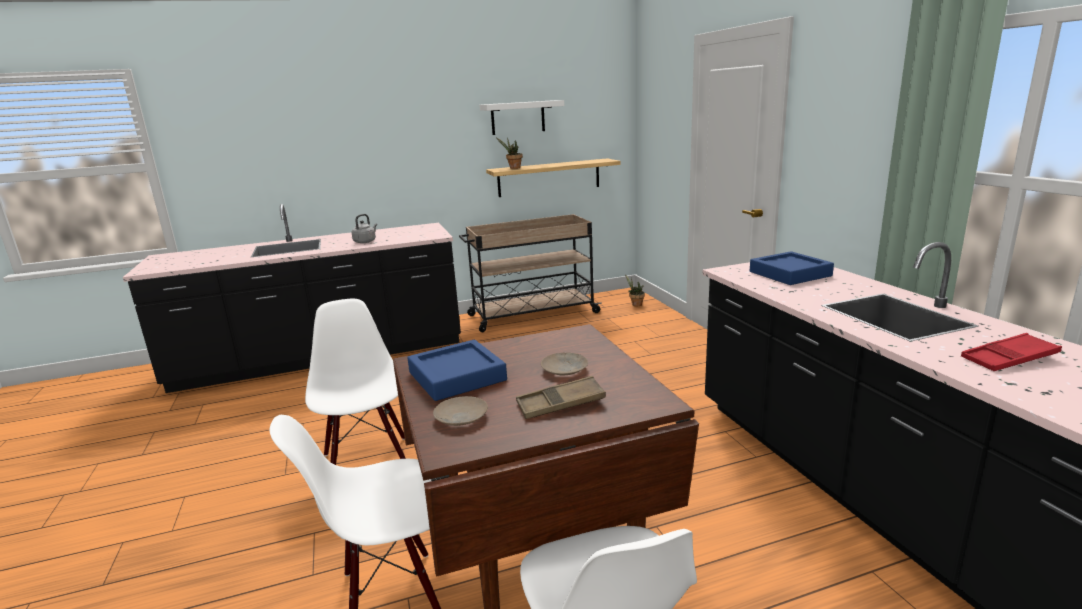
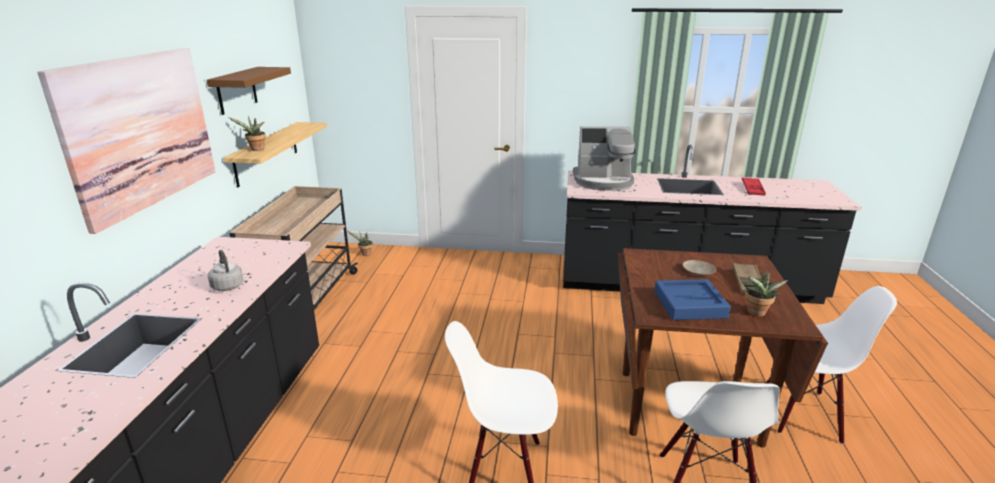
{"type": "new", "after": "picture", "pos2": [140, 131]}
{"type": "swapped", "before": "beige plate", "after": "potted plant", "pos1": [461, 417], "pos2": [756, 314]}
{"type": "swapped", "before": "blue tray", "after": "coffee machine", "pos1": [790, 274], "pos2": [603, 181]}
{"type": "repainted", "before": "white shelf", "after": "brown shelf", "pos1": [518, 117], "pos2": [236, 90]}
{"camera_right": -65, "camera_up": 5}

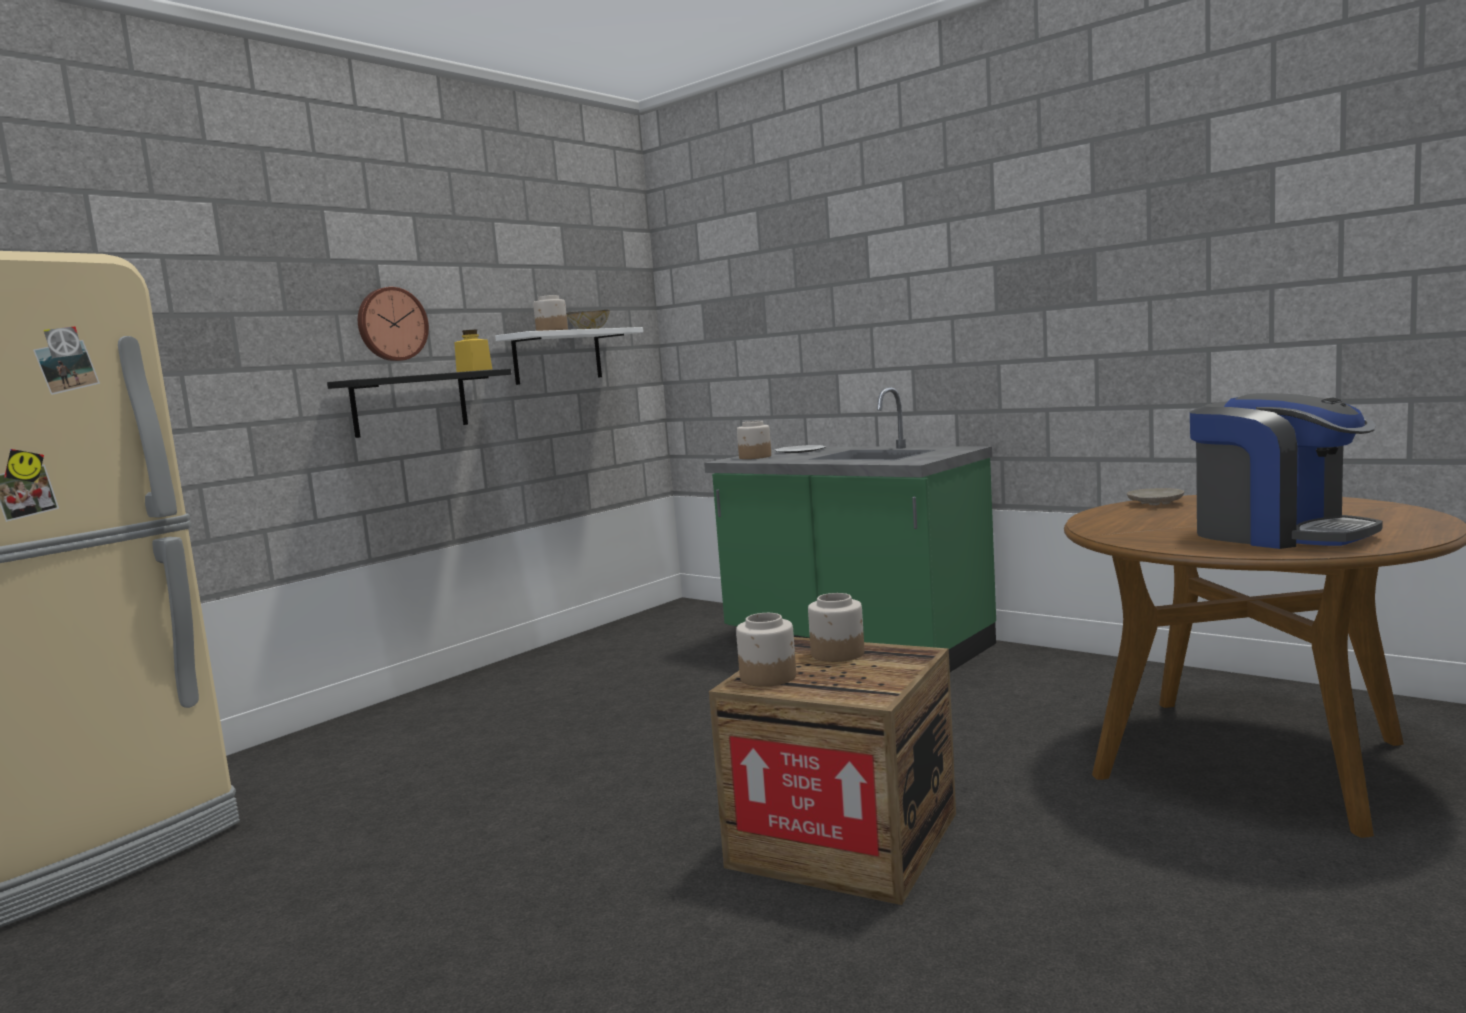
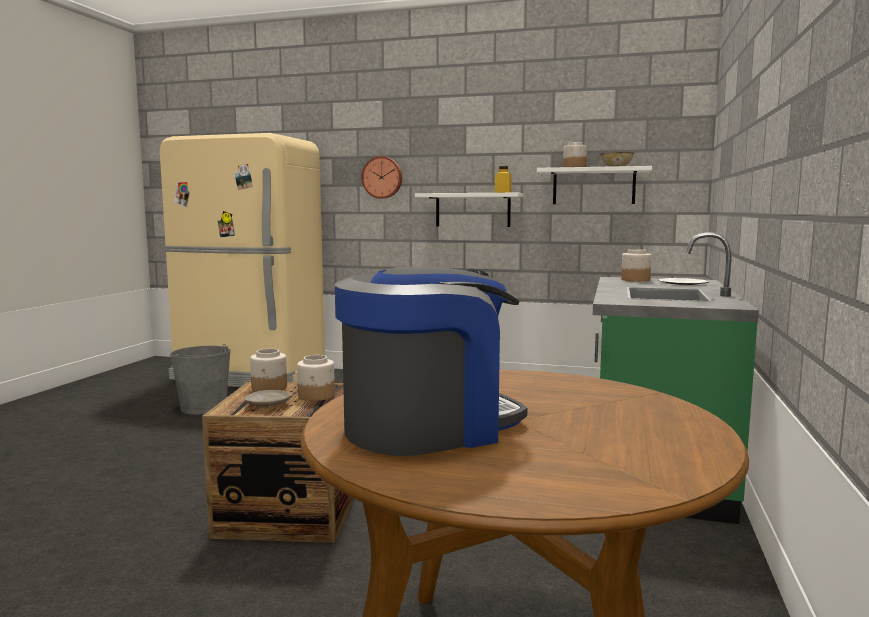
{"type": "new", "after": "grey bucket", "pos2": [204, 407]}
{"type": "shifted", "before": "wall clock", "pos1": [391, 324], "pos2": [382, 177]}
{"type": "shifted", "before": "beige plate", "pos1": [1154, 504], "pos2": [267, 405]}
{"type": "repainted", "before": "black shelf", "after": "white shelf", "pos1": [410, 403], "pos2": [472, 210]}
{"type": "rotated", "before": "coffee machine", "pos1": [1277, 534], "pos2": [428, 427], "turn": -150}
{"camera_right": 65, "camera_up": 0}

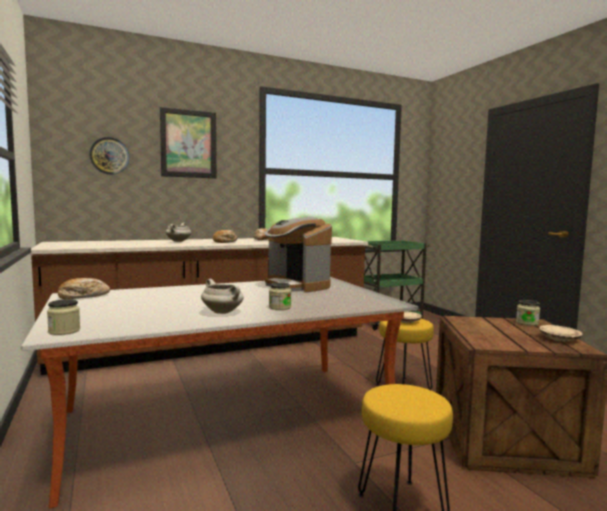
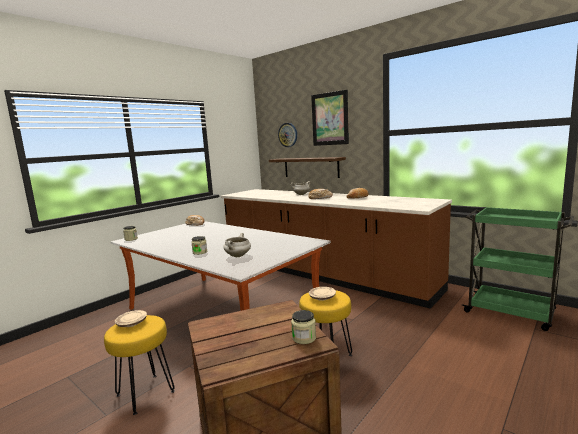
{"type": "gone", "before": "coffee machine", "pos1": [297, 286]}
{"type": "new", "after": "shelf", "pos2": [311, 167]}
{"type": "shifted", "before": "white cooking pot", "pos1": [223, 312], "pos2": [238, 256]}
{"type": "shifted", "before": "beige plate", "pos1": [559, 339], "pos2": [132, 323]}
{"camera_right": 65, "camera_up": 5}

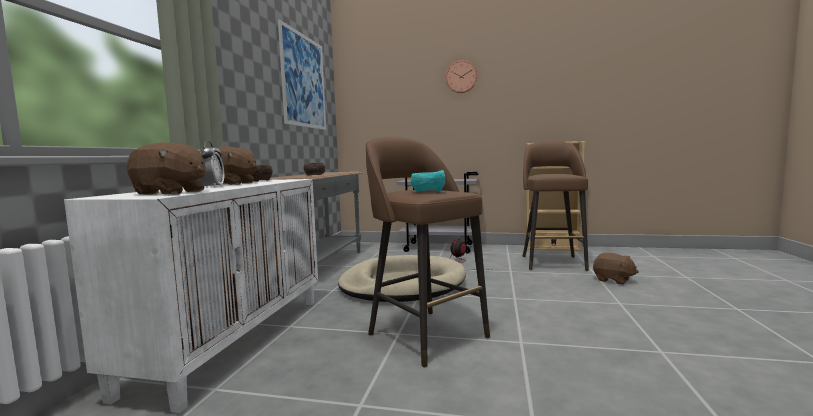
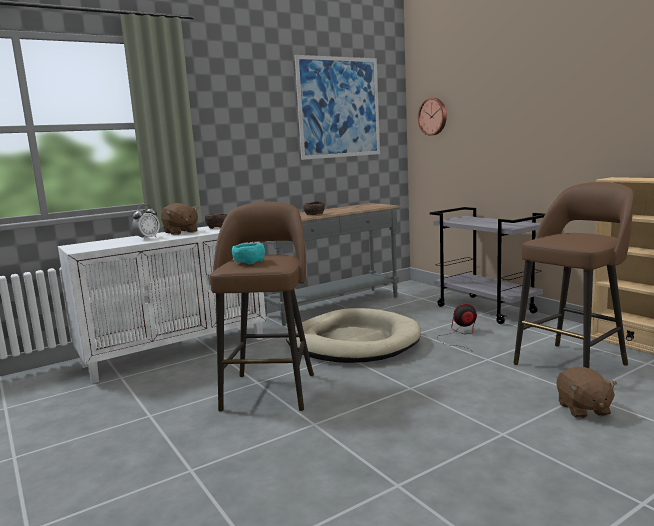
{"type": "gone", "before": "brown plush toy", "pos1": [170, 193]}
{"type": "shifted", "before": "wall clock", "pos1": [461, 77], "pos2": [433, 116]}
{"camera_right": 45, "camera_up": 5}

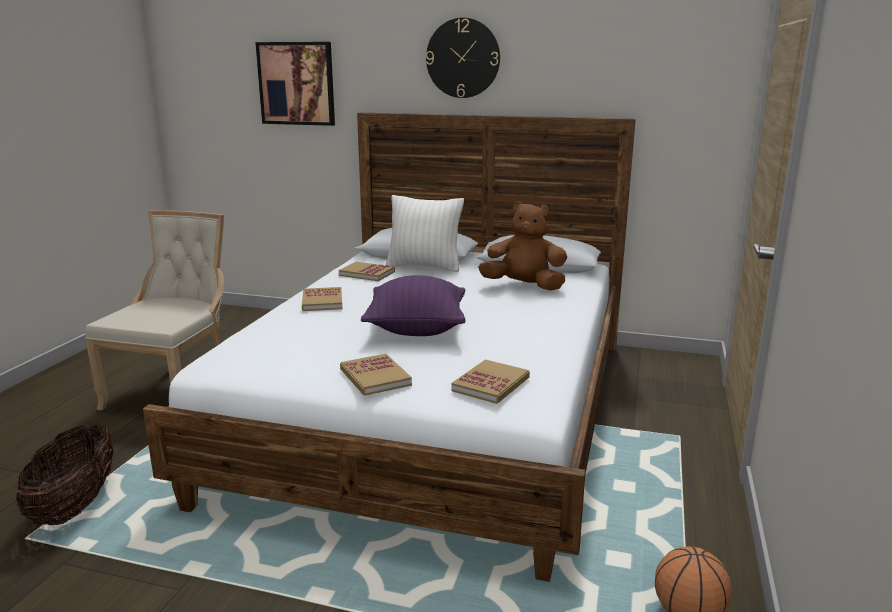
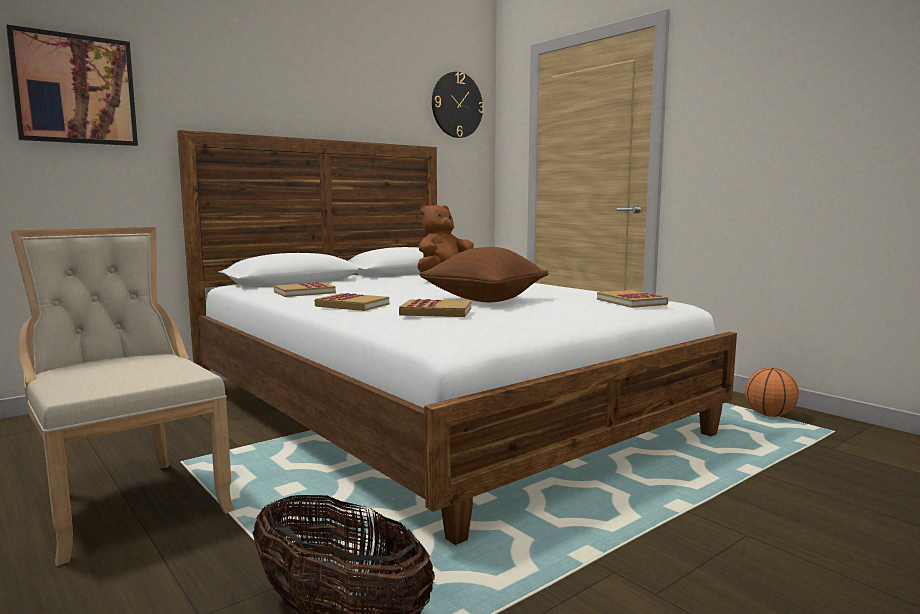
{"type": "gone", "before": "white pillow", "pos1": [424, 266]}
{"type": "shifted", "before": "book", "pos1": [375, 377], "pos2": [436, 312]}
{"type": "shifted", "before": "wall clock", "pos1": [463, 58], "pos2": [457, 105]}
{"type": "repainted", "before": "purple pillow", "after": "brown pillow", "pos1": [416, 329], "pos2": [484, 300]}
{"camera_right": -55, "camera_up": -10}

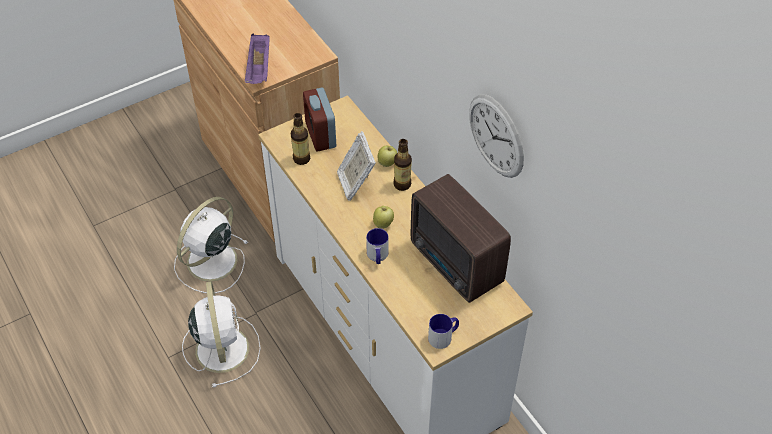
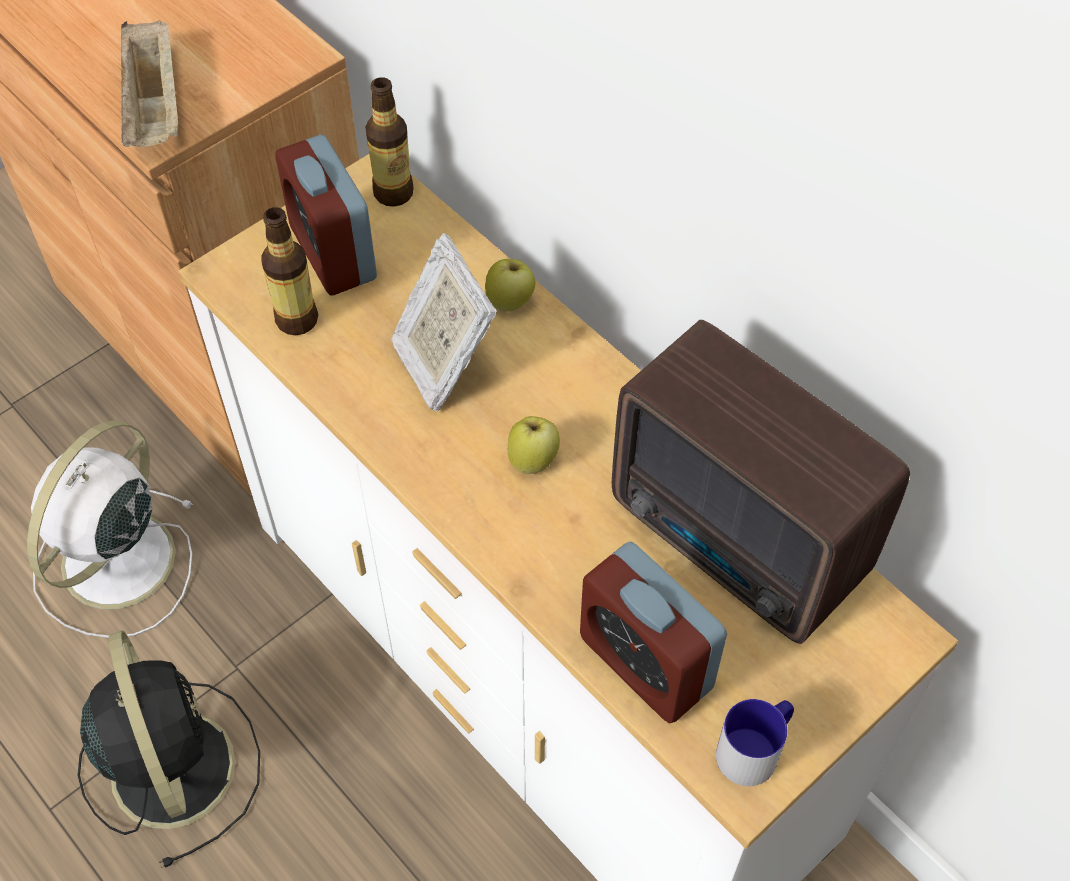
{"type": "gone", "before": "mug", "pos1": [377, 256]}
{"type": "gone", "before": "wall clock", "pos1": [496, 136]}
{"type": "new", "after": "alarm clock", "pos2": [645, 663]}
{"type": "shifted", "before": "bottle", "pos1": [402, 184], "pos2": [393, 193]}
{"type": "repainted", "before": "white fan", "after": "black fan", "pos1": [222, 347], "pos2": [171, 763]}
{"type": "repainted", "before": "purple tray", "after": "beige tray", "pos1": [259, 68], "pos2": [155, 107]}
{"camera_right": -10, "camera_up": 5}

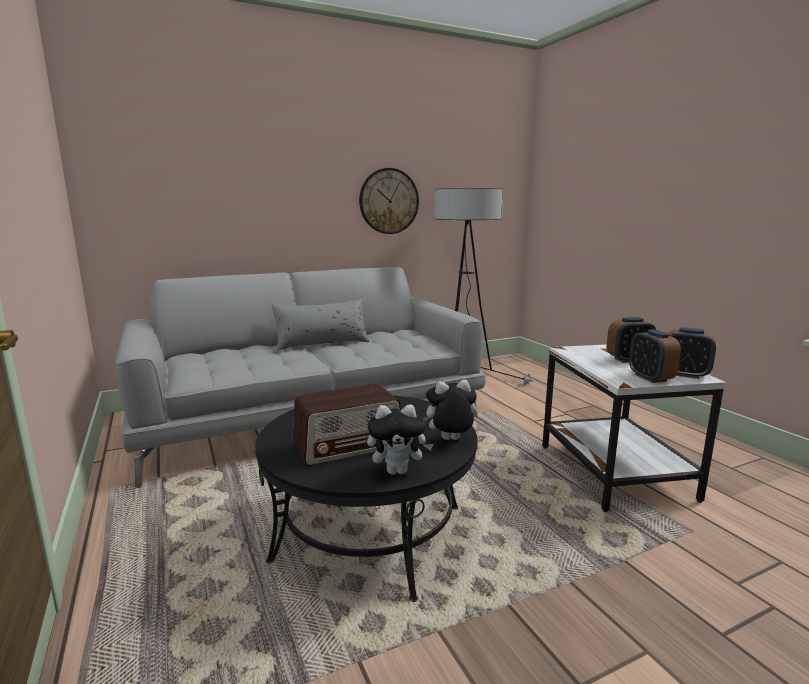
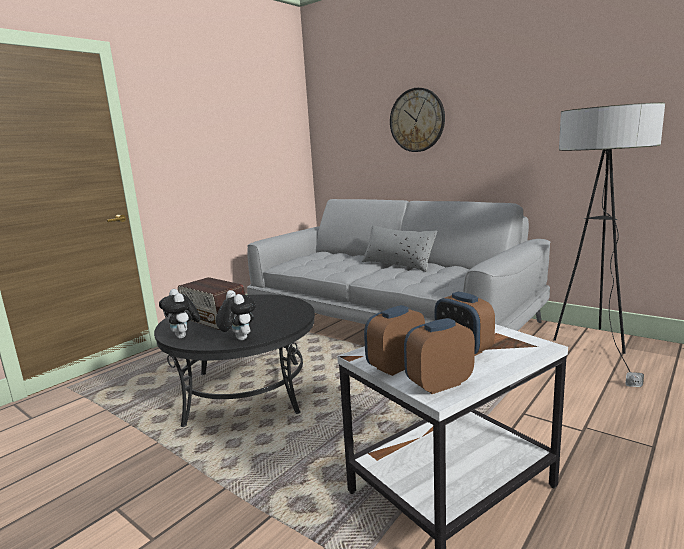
{"type": "shifted", "before": "wall clock", "pos1": [389, 201], "pos2": [417, 120]}
{"type": "rotated", "before": "alarm clock", "pos1": [685, 374], "pos2": [439, 384], "turn": 60}
{"camera_right": 65, "camera_up": 0}

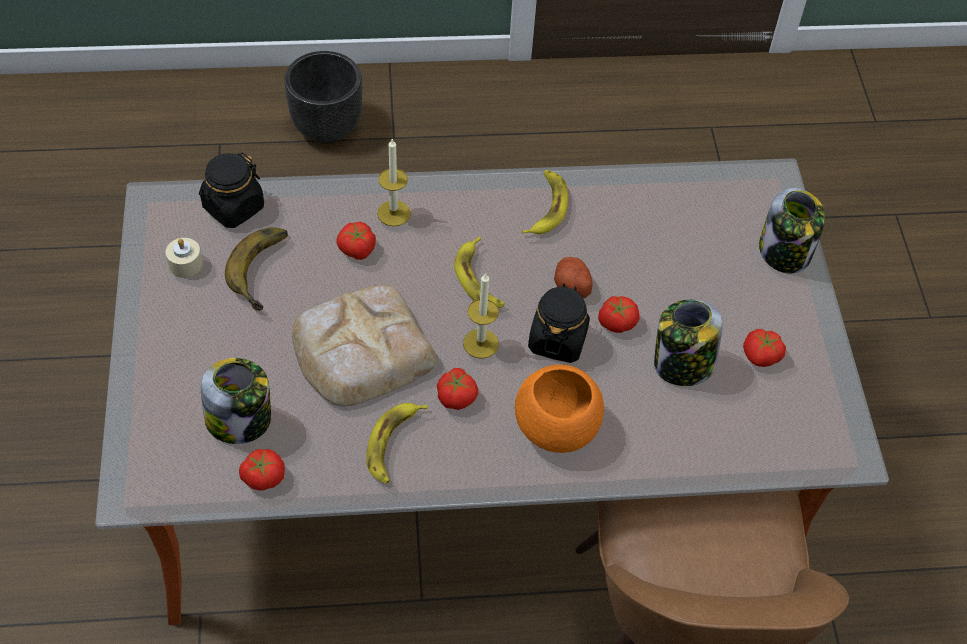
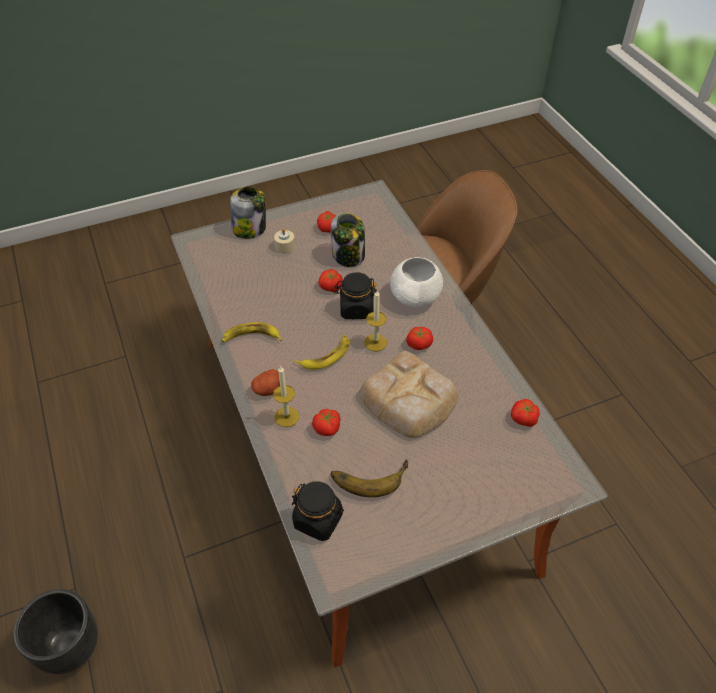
{"type": "gone", "before": "jar", "pos1": [240, 420]}
{"type": "gone", "before": "banana", "pos1": [393, 444]}
{"type": "shifted", "before": "beige candle", "pos1": [185, 264], "pos2": [285, 246]}
{"type": "shifted", "before": "potato", "pos1": [571, 285], "pos2": [267, 389]}
{"type": "repainted", "before": "orange bowl", "after": "white bowl", "pos1": [557, 427], "pos2": [416, 296]}
{"camera_right": -105, "camera_up": -5}

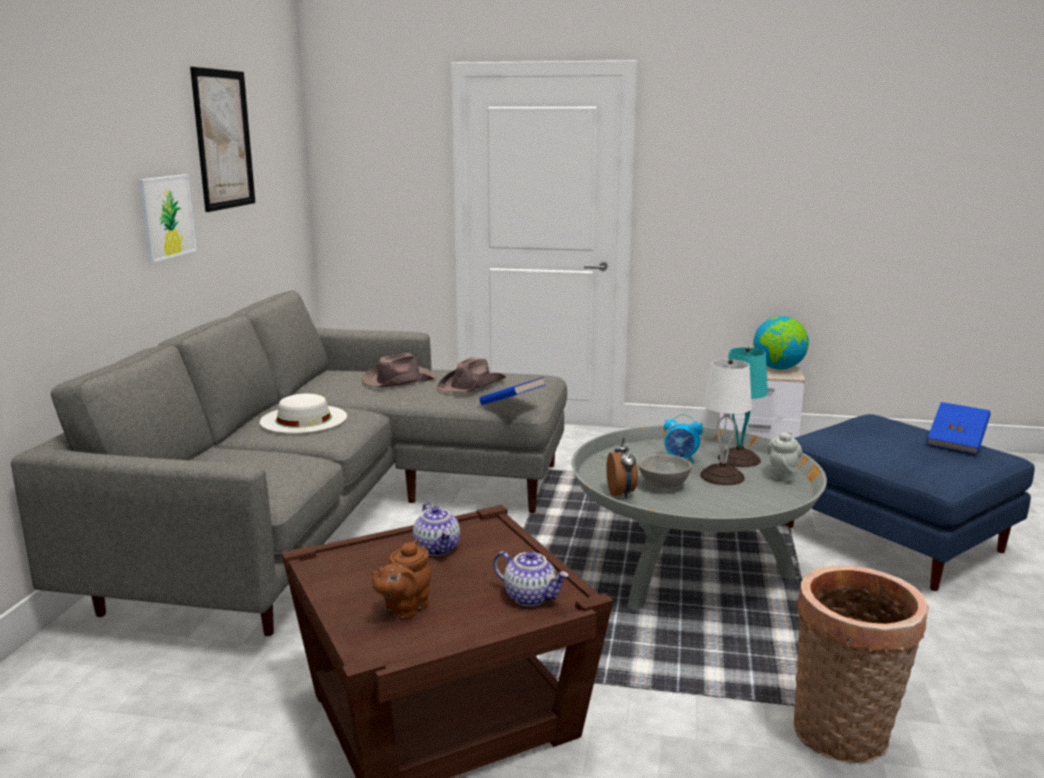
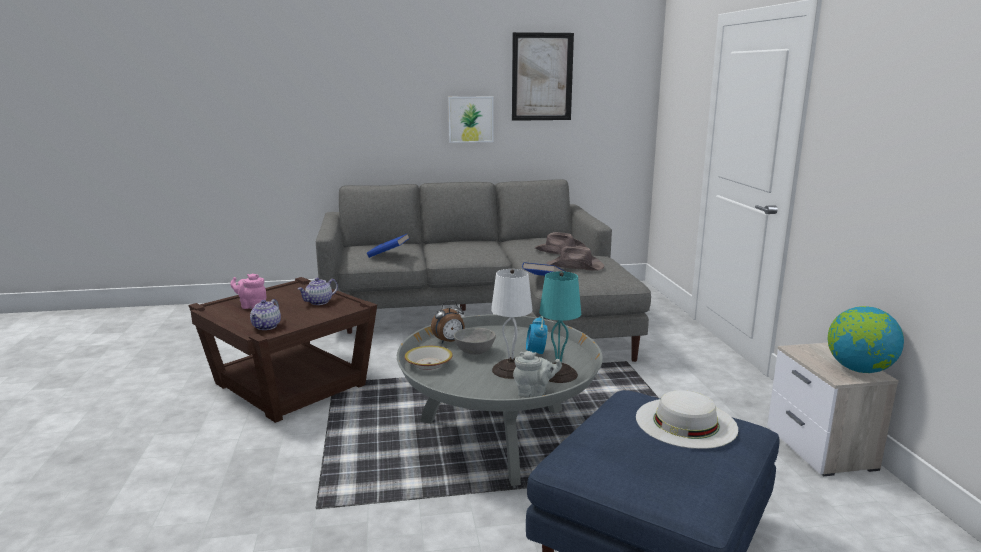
{"type": "gone", "before": "basket", "pos1": [844, 737]}
{"type": "new", "after": "bowl", "pos2": [429, 364]}
{"type": "shifted", "before": "white hat", "pos1": [304, 419], "pos2": [686, 422]}
{"type": "shifted", "before": "blue book", "pos1": [956, 442], "pos2": [388, 255]}
{"type": "repainted", "before": "brown teapot", "after": "pink teapot", "pos1": [404, 609], "pos2": [251, 306]}
{"camera_right": 70, "camera_up": 0}

